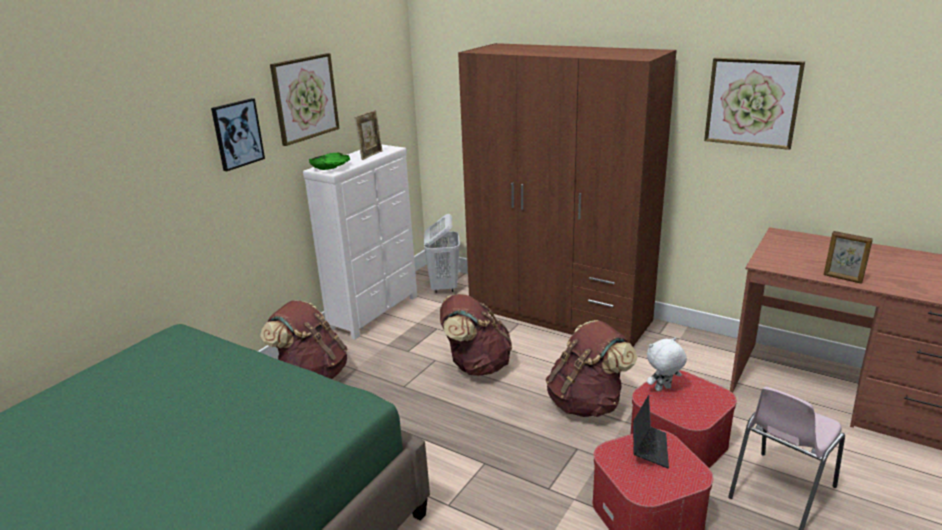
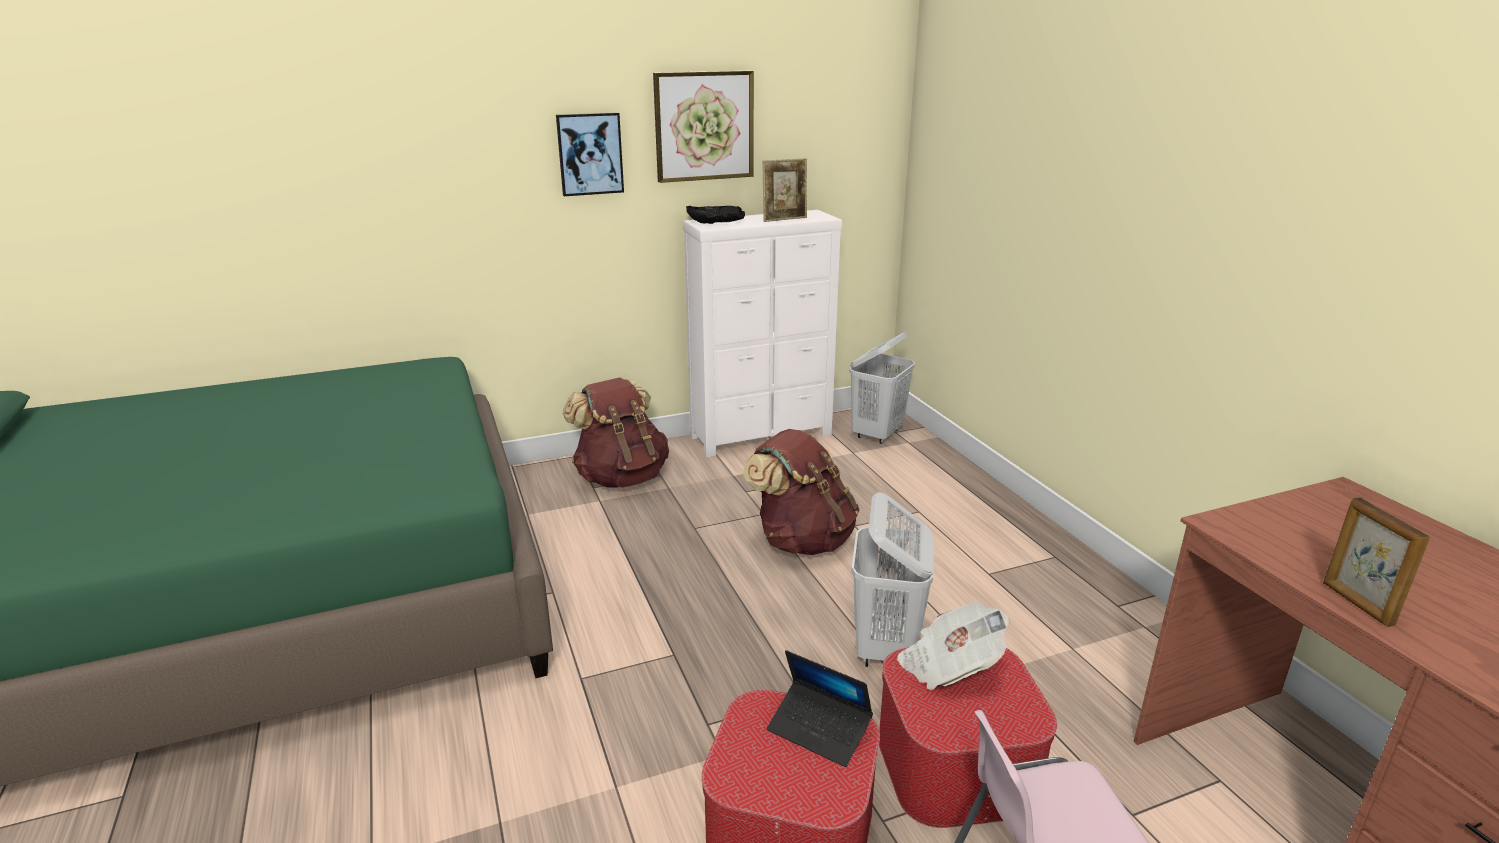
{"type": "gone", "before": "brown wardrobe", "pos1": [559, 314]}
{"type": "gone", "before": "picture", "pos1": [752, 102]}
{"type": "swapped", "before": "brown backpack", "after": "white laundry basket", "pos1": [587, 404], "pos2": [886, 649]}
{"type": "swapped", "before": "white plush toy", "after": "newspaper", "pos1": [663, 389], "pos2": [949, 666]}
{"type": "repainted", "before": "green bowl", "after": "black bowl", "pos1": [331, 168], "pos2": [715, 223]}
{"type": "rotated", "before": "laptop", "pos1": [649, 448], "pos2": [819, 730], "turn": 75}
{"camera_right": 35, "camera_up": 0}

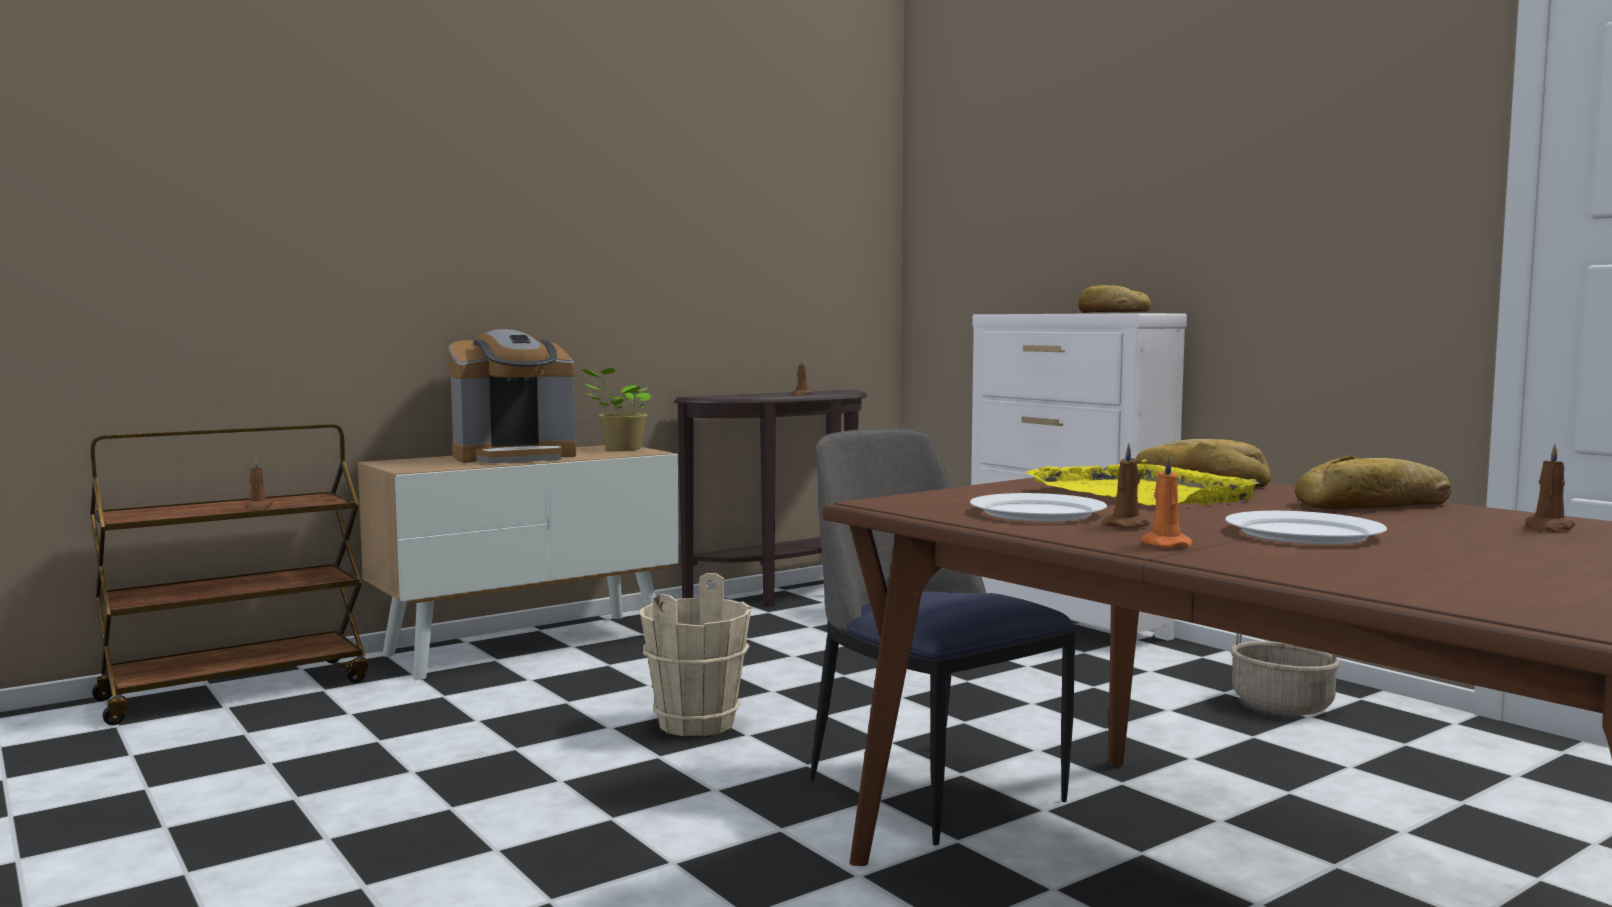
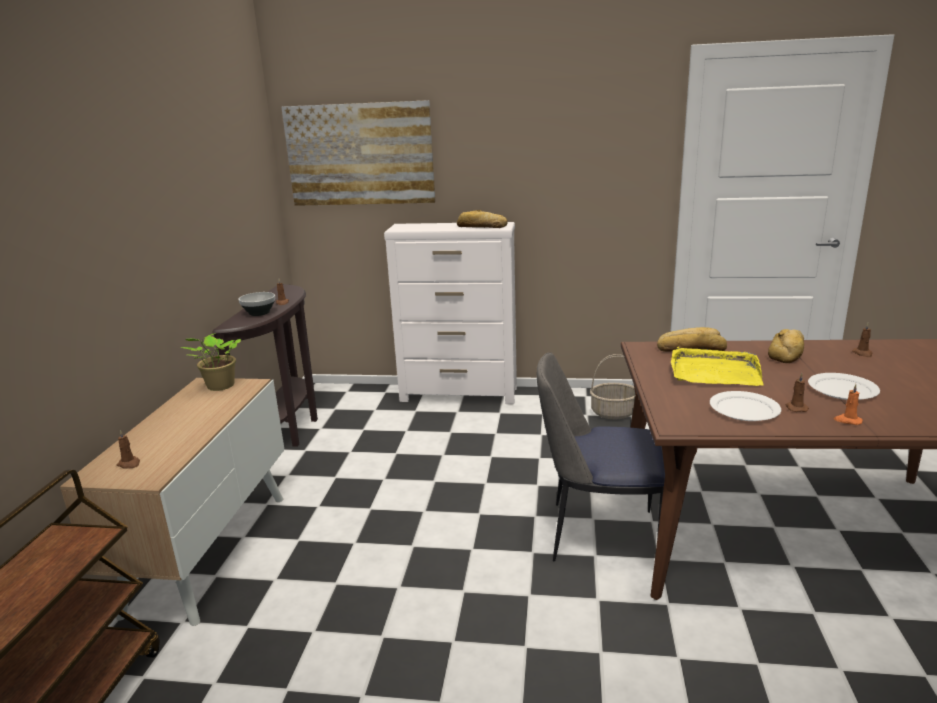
{"type": "gone", "before": "coffee machine", "pos1": [514, 457]}
{"type": "gone", "before": "beige bucket", "pos1": [697, 723]}
{"type": "new", "after": "bowl", "pos2": [259, 313]}
{"type": "new", "after": "picture", "pos2": [360, 154]}
{"type": "shifted", "before": "brown candle", "pos1": [258, 507], "pos2": [129, 464]}
{"camera_right": -45, "camera_up": 15}

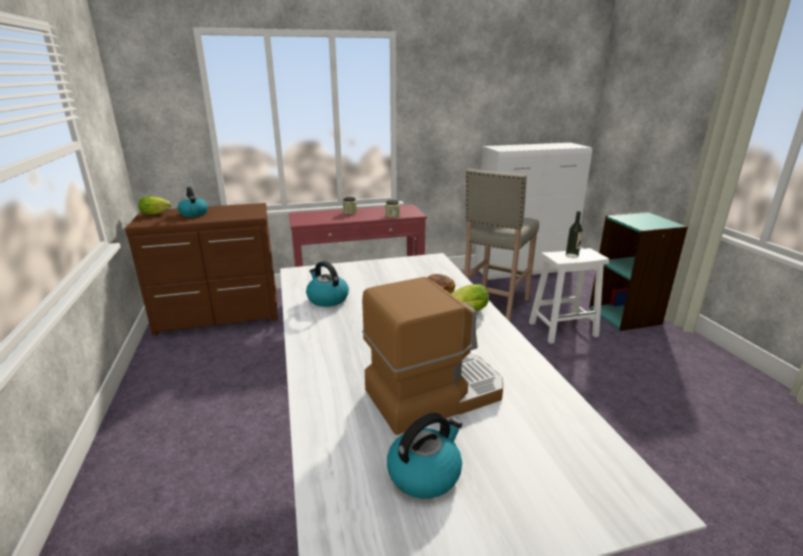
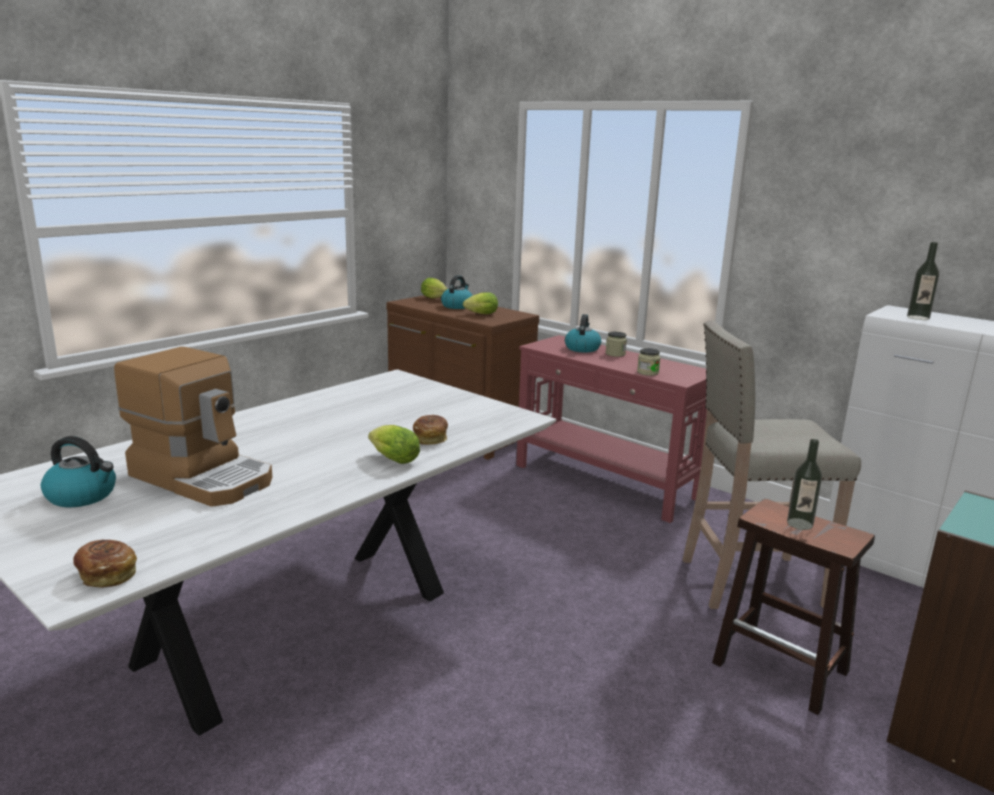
{"type": "new", "after": "bread", "pos2": [107, 575]}
{"type": "new", "after": "lettuce", "pos2": [479, 314]}
{"type": "new", "after": "bottle", "pos2": [918, 317]}
{"type": "shifted", "before": "kettle", "pos1": [327, 299], "pos2": [582, 348]}
{"type": "repainted", "before": "white stool", "after": "brown stool", "pos1": [563, 329], "pos2": [782, 668]}
{"camera_right": 55, "camera_up": -5}

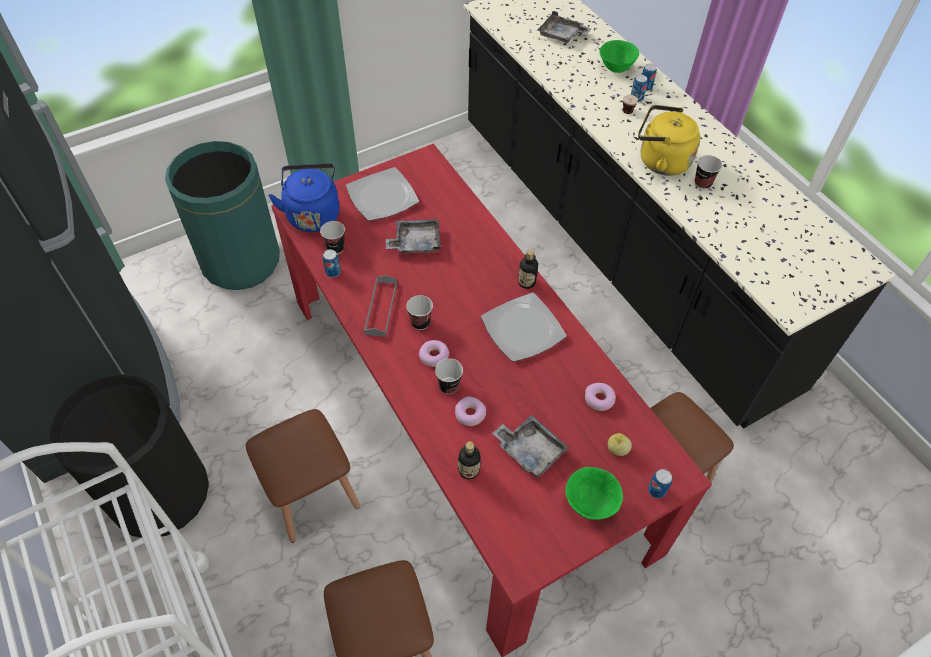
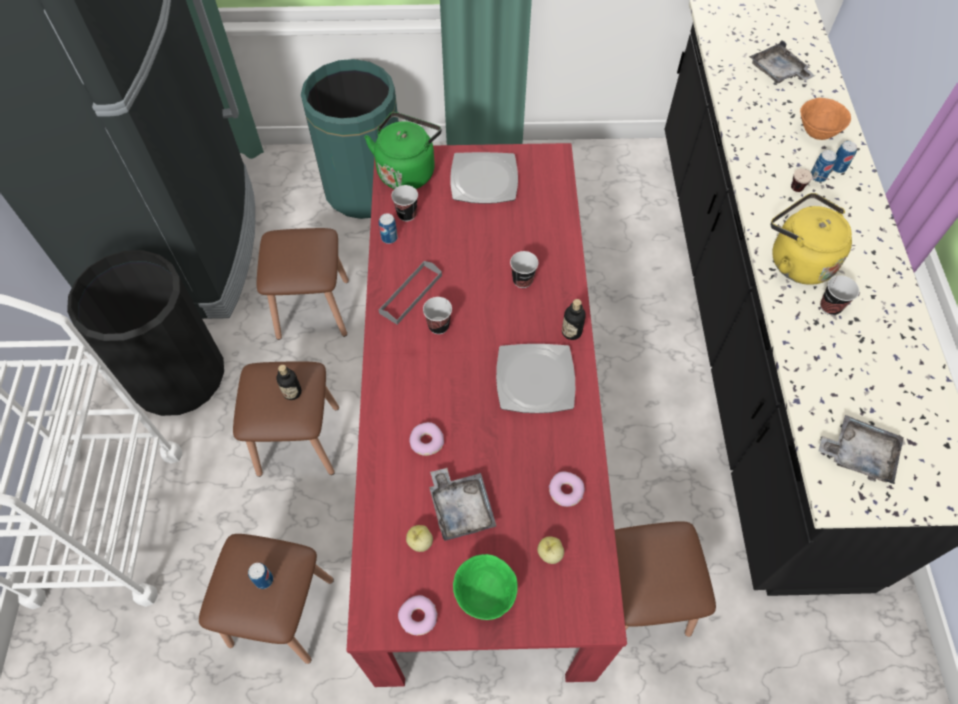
{"type": "new", "after": "brown stool", "pos2": [313, 308]}
{"type": "new", "after": "apple", "pos2": [420, 542]}
{"type": "shifted", "before": "grey tray", "pos1": [415, 242], "pos2": [858, 454]}
{"type": "shifted", "before": "donut", "pos1": [434, 356], "pos2": [418, 617]}
{"type": "shifted", "before": "cup", "pos1": [449, 386], "pos2": [522, 280]}
{"type": "shifted", "before": "bottle", "pos1": [469, 470], "pos2": [292, 392]}
{"type": "shifted", "before": "can", "pos1": [656, 490], "pos2": [264, 580]}
{"type": "repainted", "before": "blue kettle", "after": "green kettle", "pos1": [313, 214], "pos2": [407, 170]}
{"type": "repainted", "before": "green bowl", "after": "orange bowl", "pos1": [615, 68], "pos2": [816, 132]}
{"camera_right": 30, "camera_up": 5}

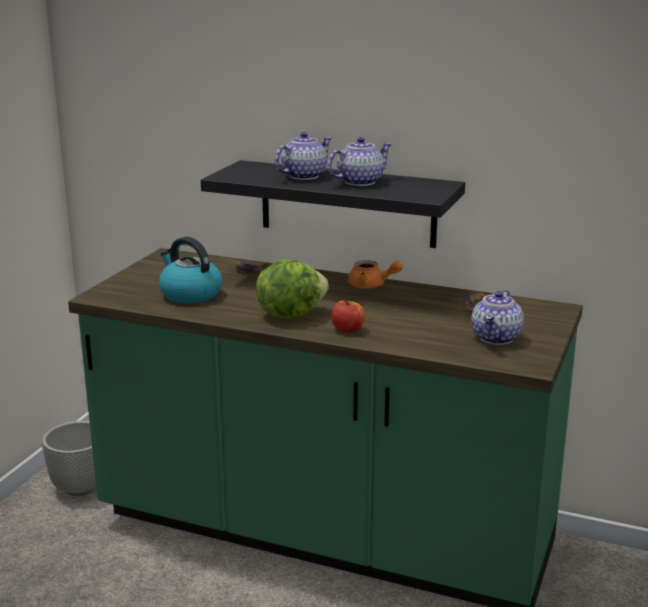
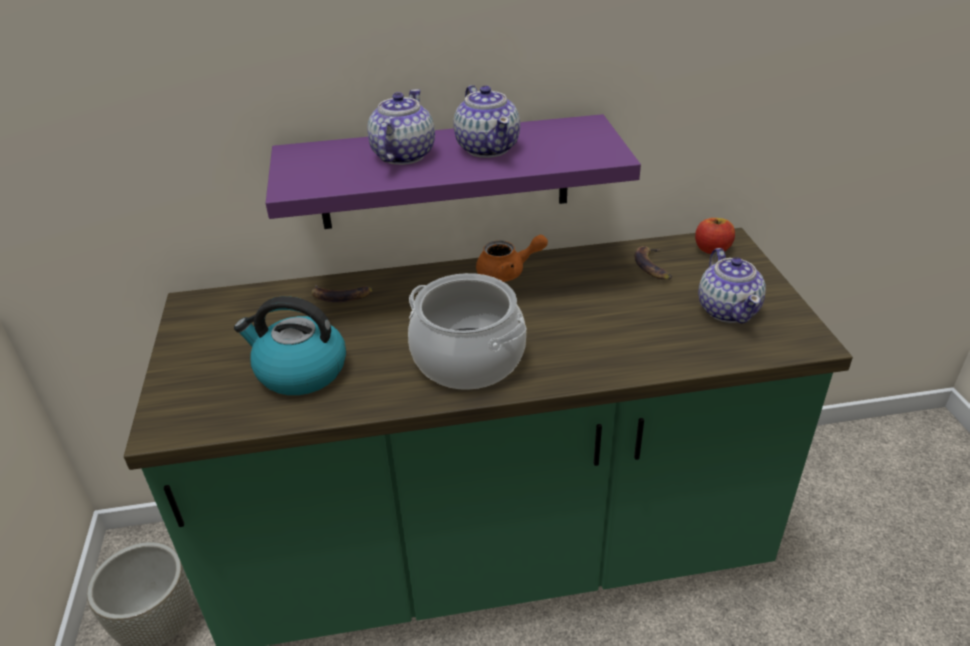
{"type": "shifted", "before": "apple", "pos1": [348, 329], "pos2": [712, 249]}
{"type": "swapped", "before": "lettuce", "after": "cooking pot", "pos1": [290, 314], "pos2": [467, 359]}
{"type": "repainted", "before": "black shelf", "after": "purple shelf", "pos1": [347, 204], "pos2": [444, 173]}
{"type": "rotated", "before": "teapot", "pos1": [359, 182], "pos2": [488, 148], "turn": 135}
{"camera_right": -30, "camera_up": 15}

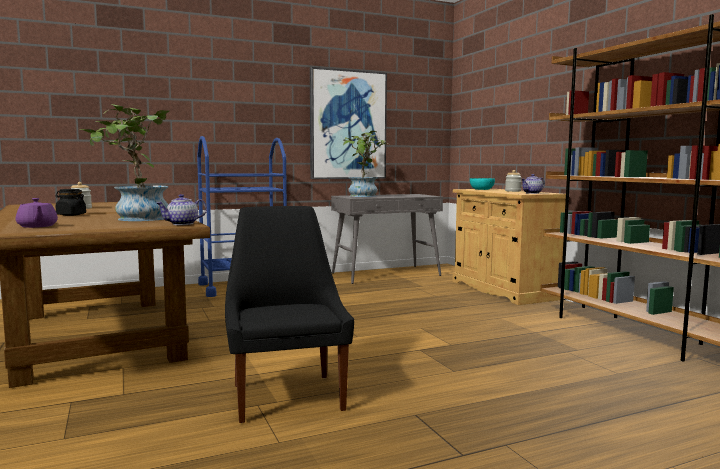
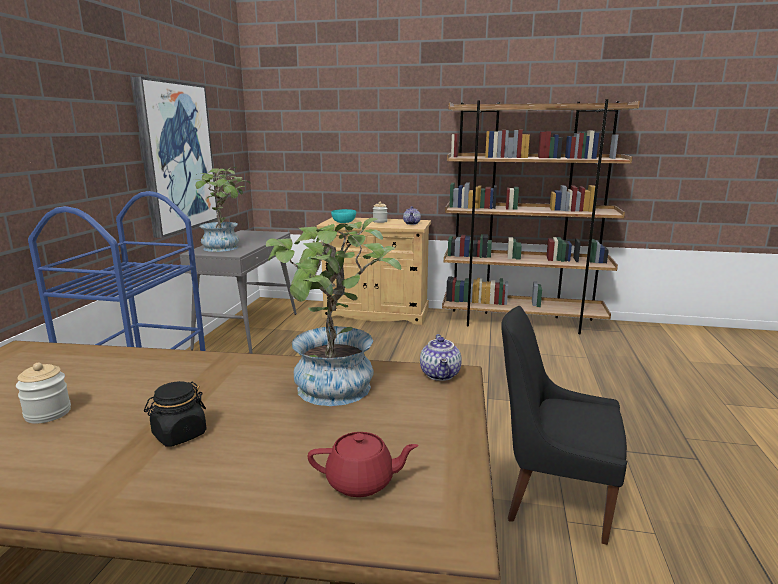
{"type": "repainted", "before": "purple teapot", "after": "red teapot", "pos1": [37, 226], "pos2": [361, 482]}
{"camera_right": -55, "camera_up": 10}

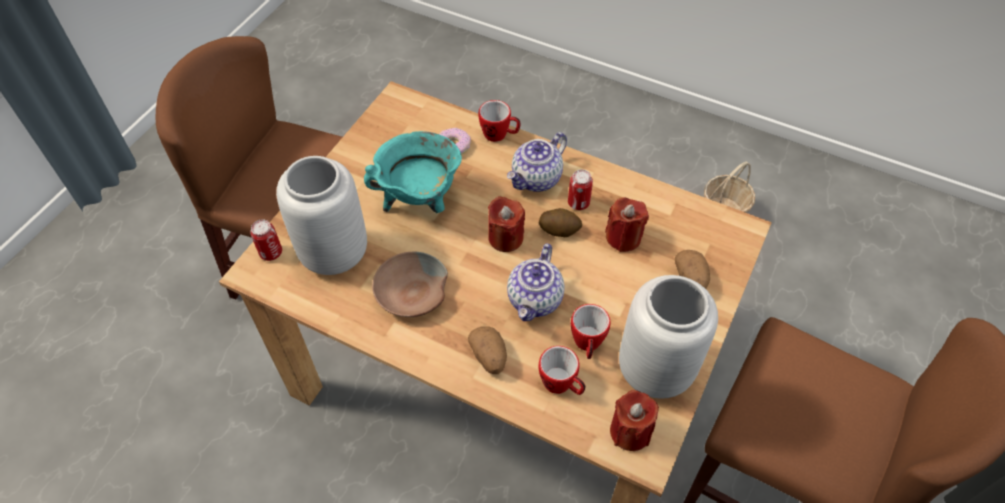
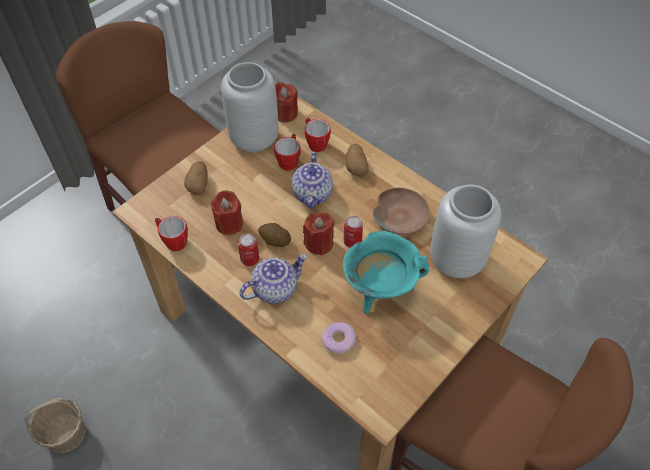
{"type": "shifted", "before": "can", "pos1": [271, 252], "pos2": [352, 241]}
{"type": "shifted", "before": "mug", "pos1": [500, 135], "pos2": [173, 241]}
{"type": "rotated", "before": "teapot", "pos1": [535, 300], "pos2": [313, 194], "turn": 150}
{"camera_right": -165, "camera_up": 0}

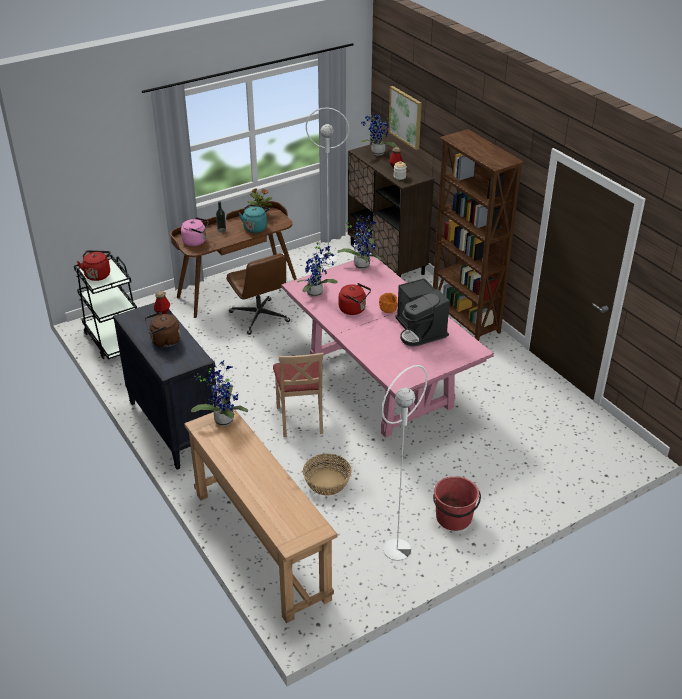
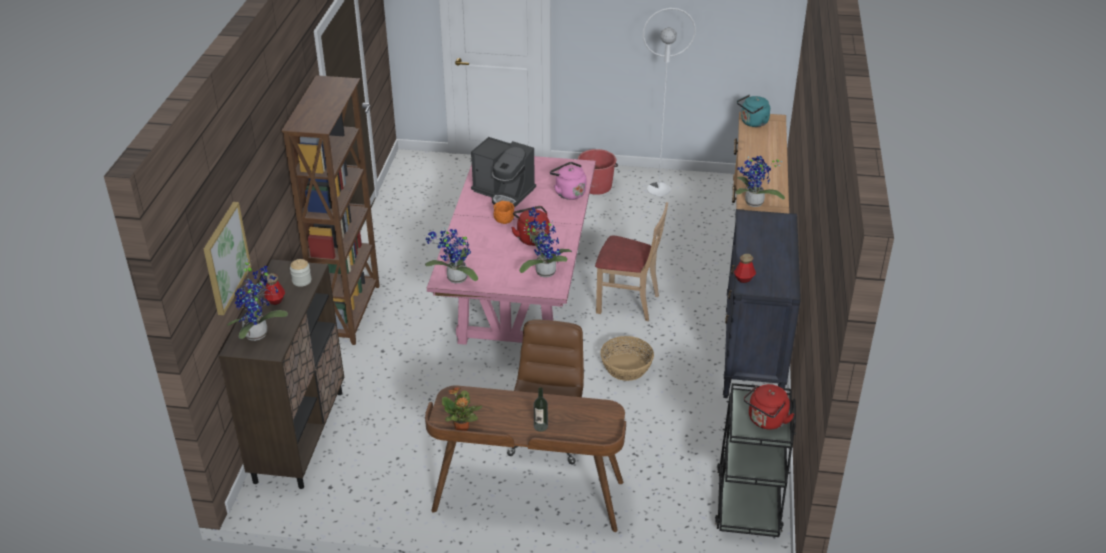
{"type": "gone", "before": "brown kettle", "pos1": [164, 341]}
{"type": "gone", "before": "white floor lamp", "pos1": [328, 259]}
{"type": "shifted", "before": "pink kettle", "pos1": [196, 241], "pos2": [568, 193]}
{"type": "shifted", "before": "turquoise kettle", "pos1": [255, 227], "pos2": [753, 123]}
{"type": "shifted", "before": "basket", "pos1": [327, 483], "pos2": [626, 367]}
{"type": "rotated", "before": "beige chair", "pos1": [301, 419], "pos2": [627, 303], "turn": 75}
{"type": "rotated", "before": "coffee machine", "pos1": [420, 331], "pos2": [504, 192], "turn": 105}
{"camera_right": -140, "camera_up": 0}

